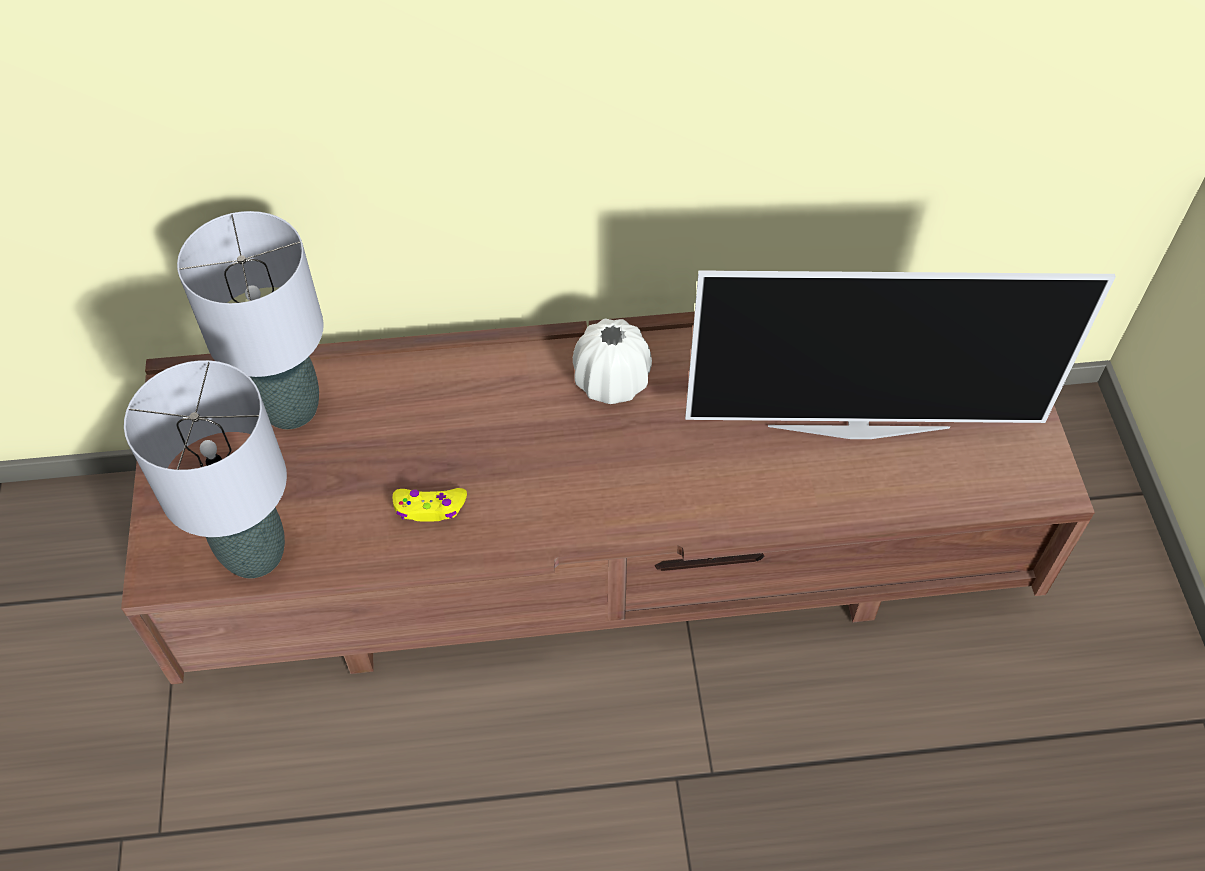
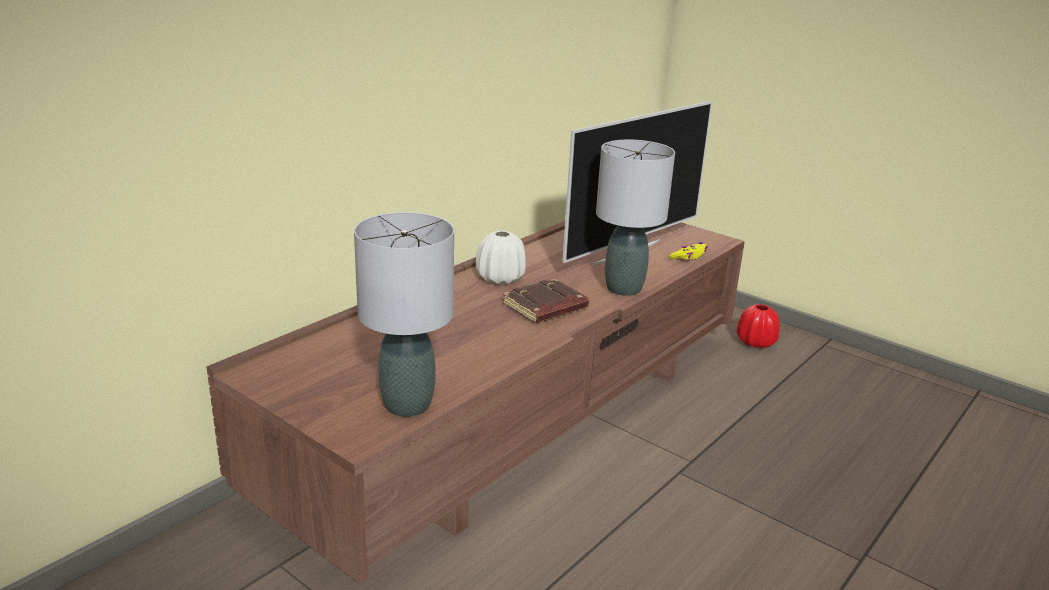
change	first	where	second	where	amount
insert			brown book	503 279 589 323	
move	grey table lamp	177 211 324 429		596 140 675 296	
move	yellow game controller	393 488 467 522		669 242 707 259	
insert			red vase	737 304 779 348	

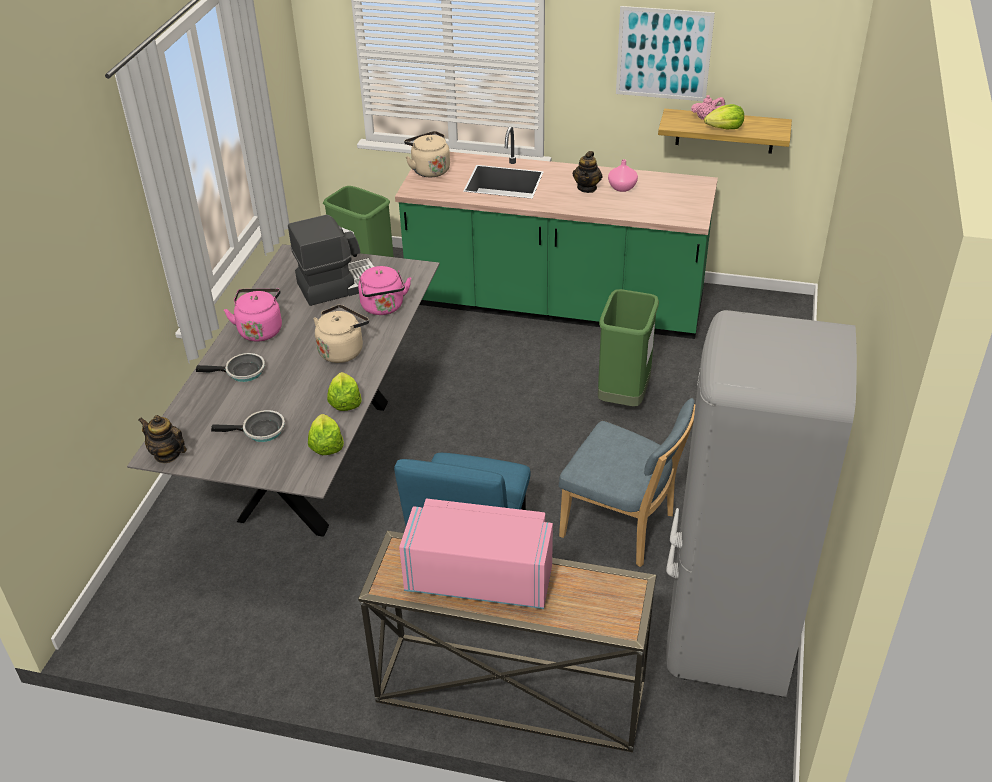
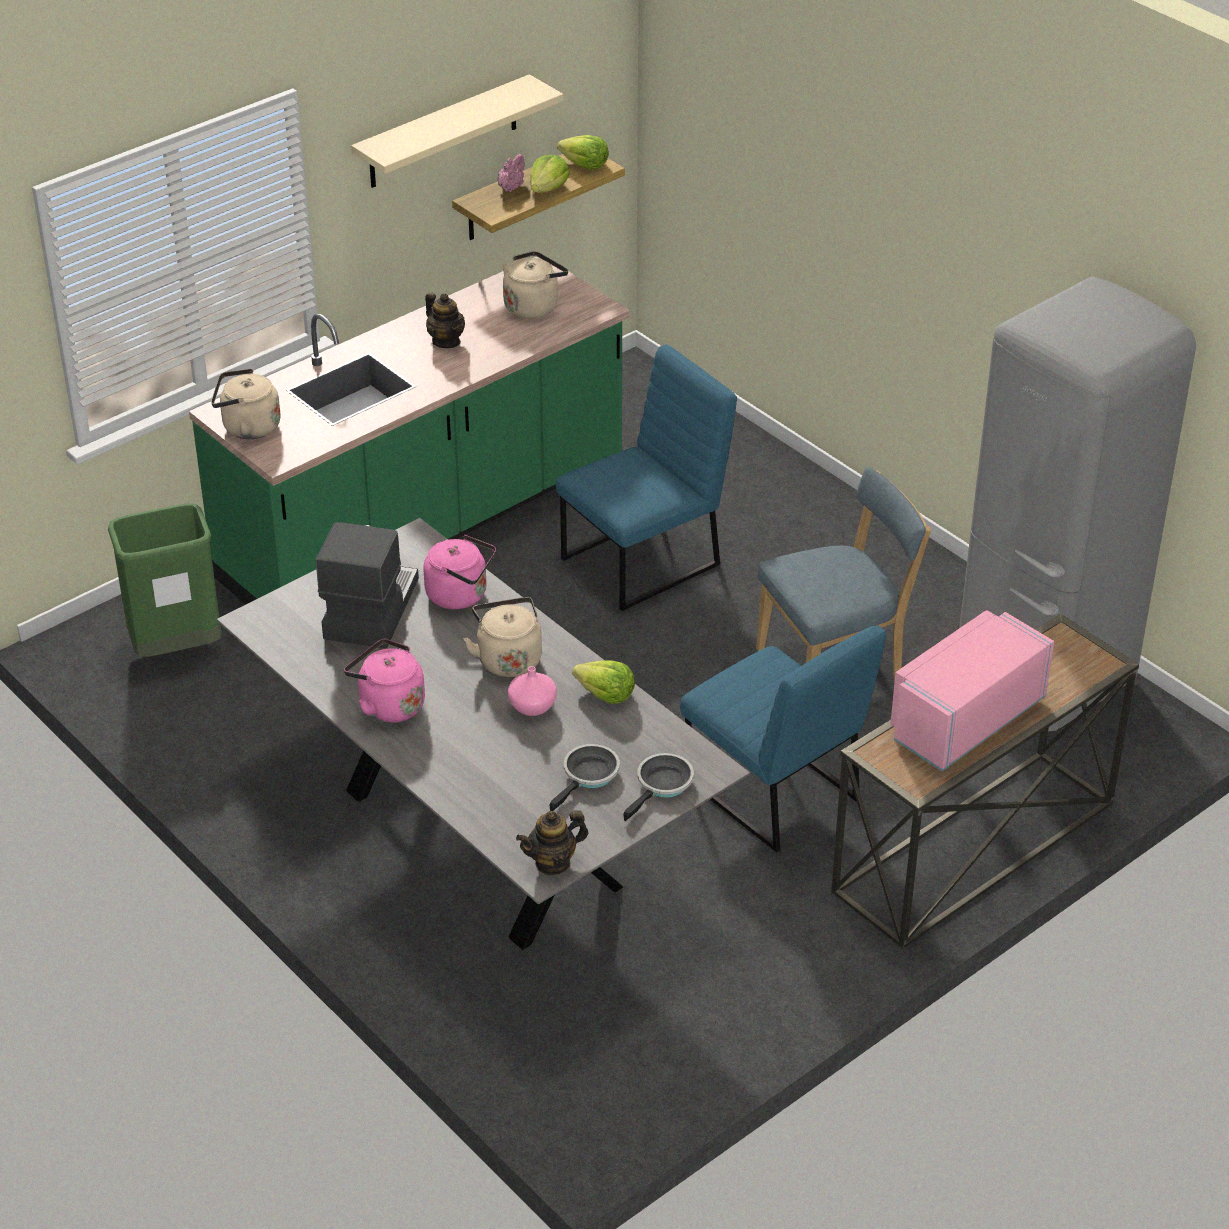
change	first	where	second	where	amount
replace	picture	616 6 715 101	beige shelf	351 74 564 188	
insert			beige kettle	503 251 568 319	
move	pink vase	608 159 638 192		508 666 557 716	
replace	green trash can	598 289 659 406	blue chair	556 344 737 611	
move	lettuce	308 414 344 455		557 135 609 170	
move	frying pan	196 353 265 382		623 753 694 821	

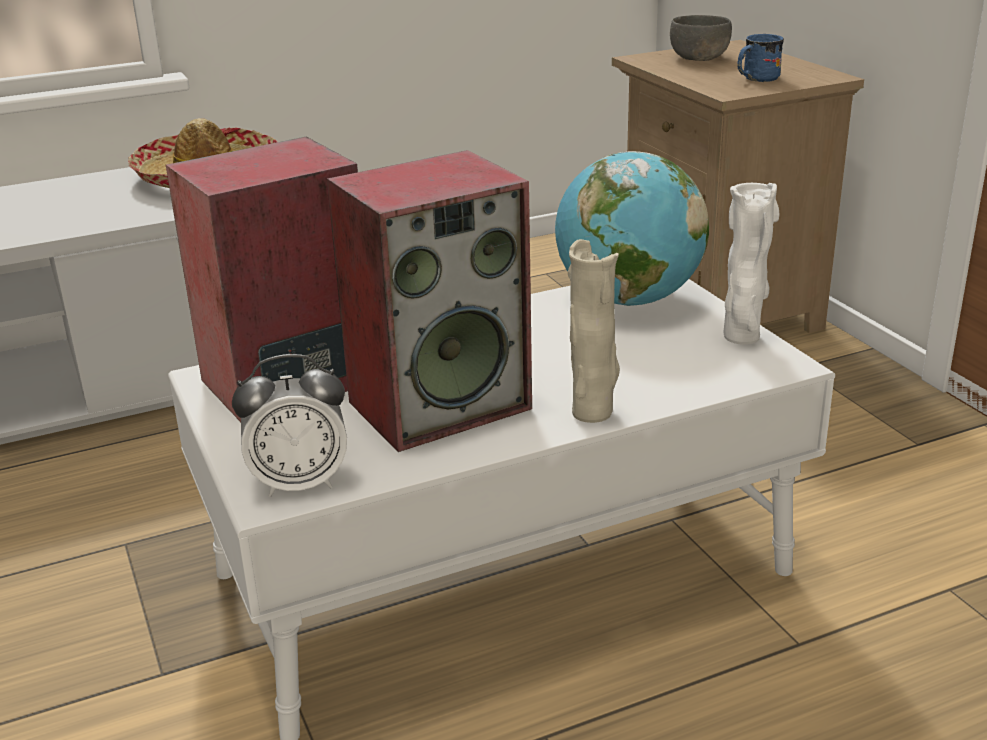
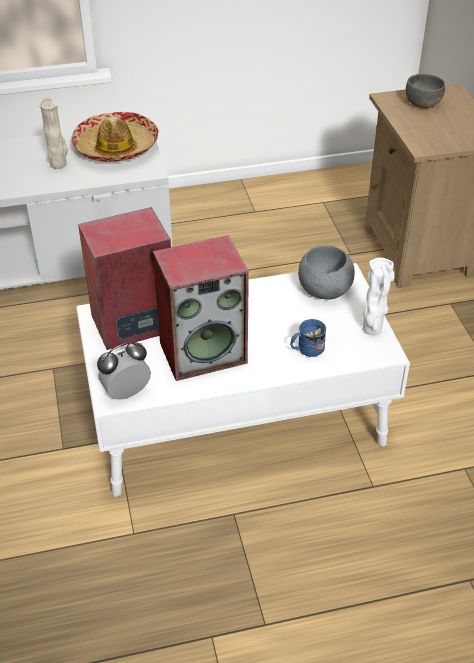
change	first	where	second	where	amount
move	beige vase	568 239 620 423		39 97 68 169	
rotate	alarm clock	232 354 347 497		97 342 151 400	150 degrees clockwise
move	blue mug	737 34 784 82		290 319 326 358	
replace	globe	555 151 709 306	grey bowl	298 245 355 299	

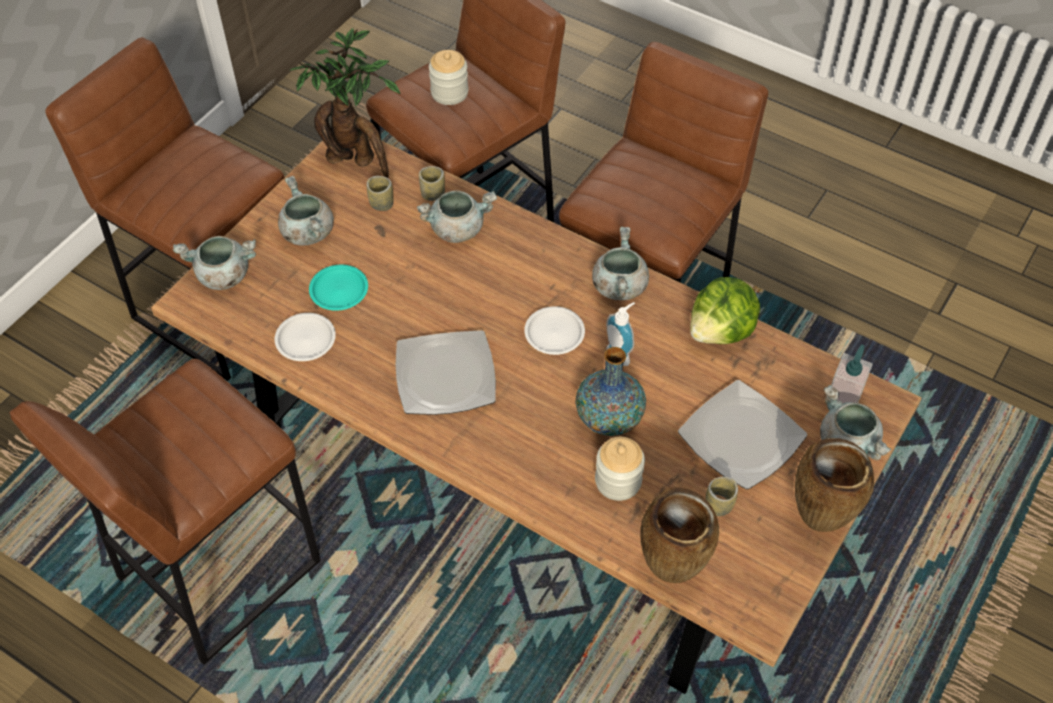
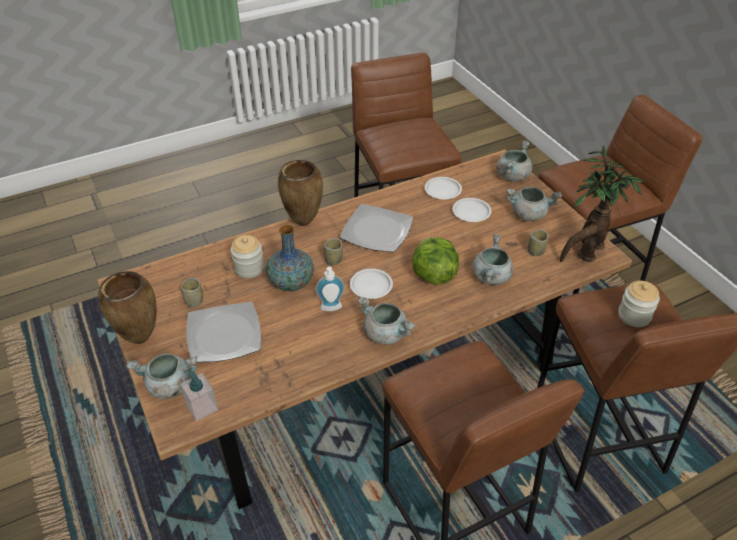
change	first	where	second	where	amount
move	brown vase	640 488 719 583		278 160 323 226	
move	cup	419 166 445 201		324 238 343 266	
move	lettuce	690 277 760 344		412 237 459 285	
recolor	turquoise plate	309 265 368 311	white plate	453 198 491 222	

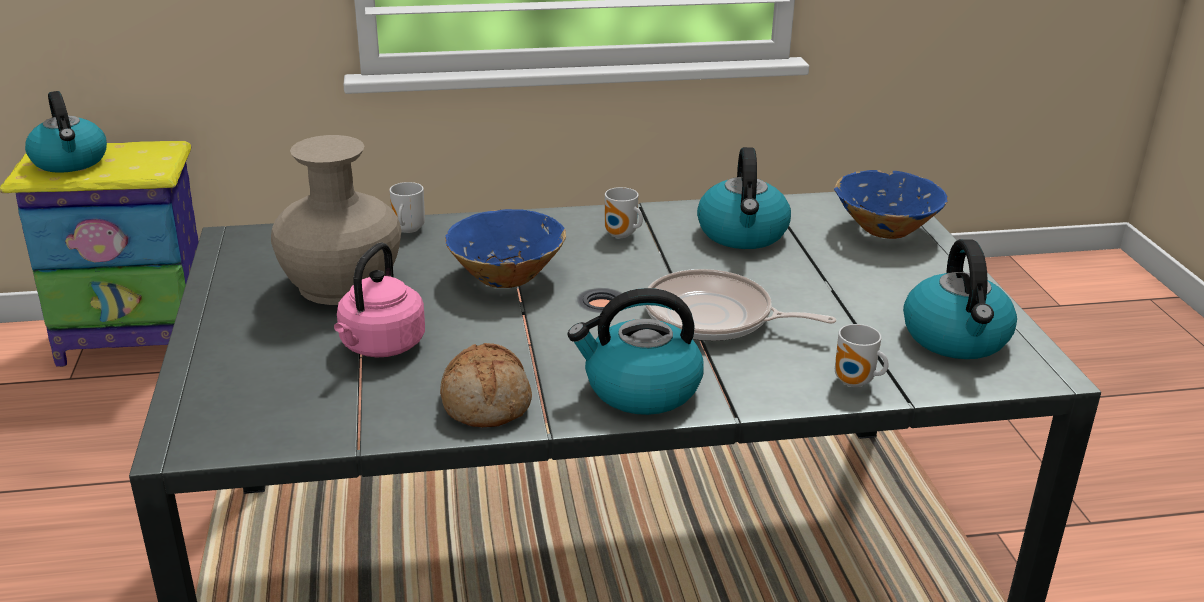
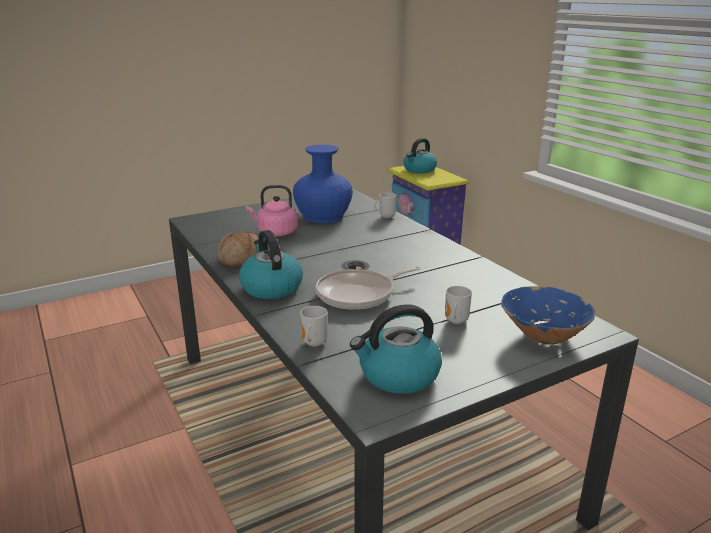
change	first	where	second	where	amount
recolor	beige vase	271 135 401 305	blue vase	293 145 353 223	
rotate	frying pan	645 269 836 341		316 266 421 310	120 degrees counterclockwise
move	mug	605 187 643 238		445 286 472 324	
delete	blue bowl	445 209 566 288			
delete	kettle	697 147 791 249			

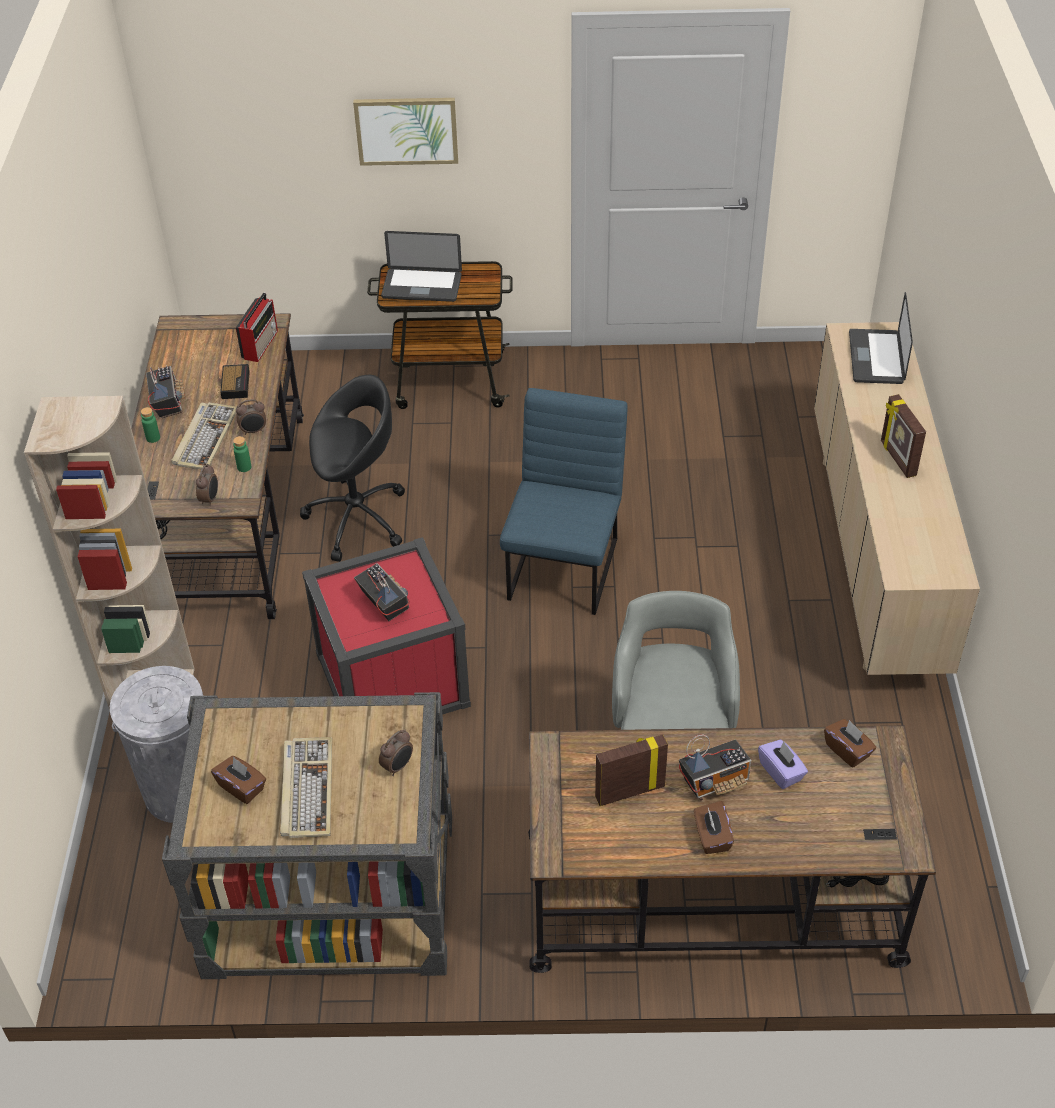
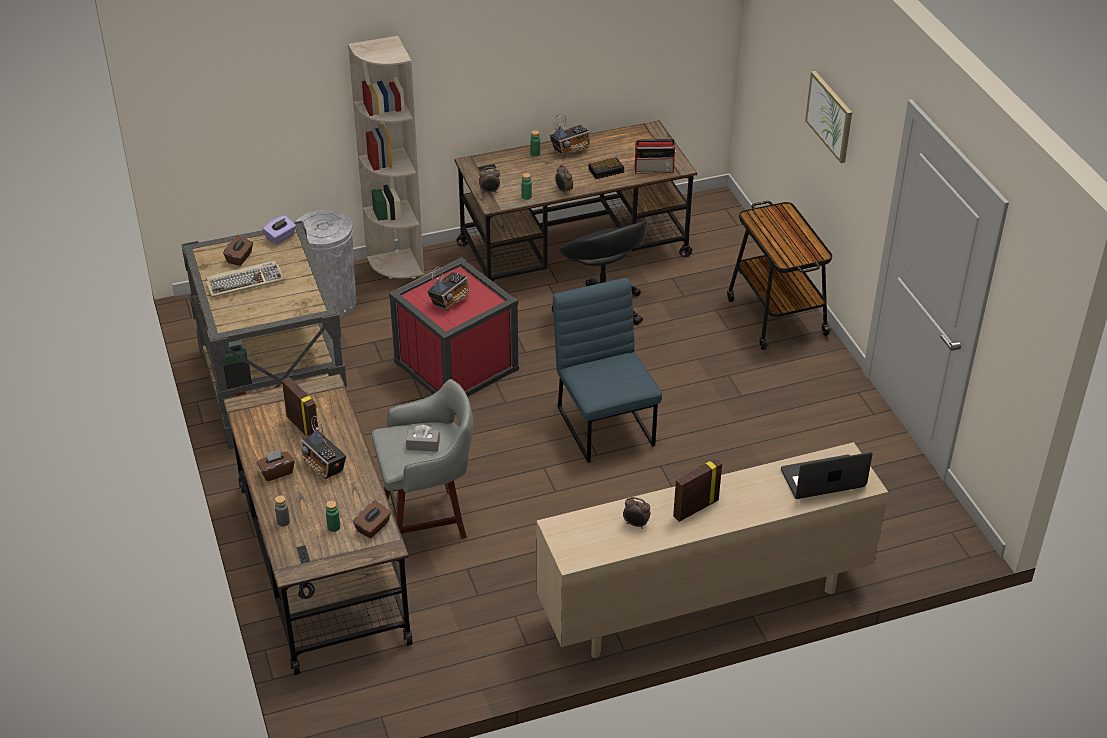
change	first	where	second	where	amount
move	purple tissue box	758 739 808 789		262 215 296 245	
insert			grey bottle	275 495 290 527	
insert			green bottle	326 501 340 532	
insert			grey tissue box	406 425 440 452	
rotate	blue chair	500 388 627 615		553 278 662 463	105 degrees counterclockwise
move	alarm clock	379 730 413 776		623 497 650 529	
delete	keyboard	171 402 237 470			
delete	laptop	381 231 462 302			

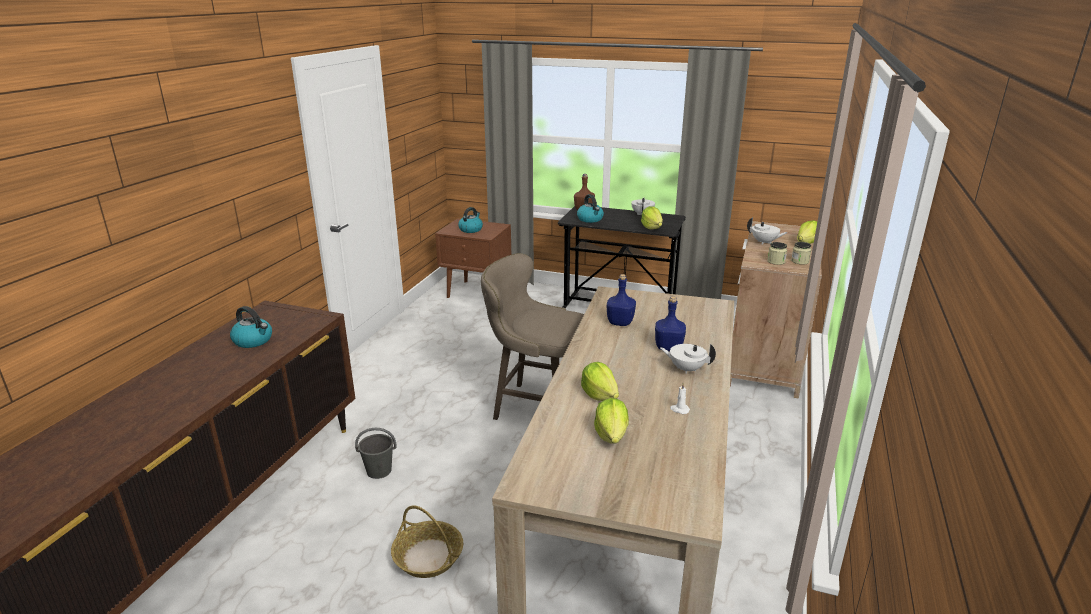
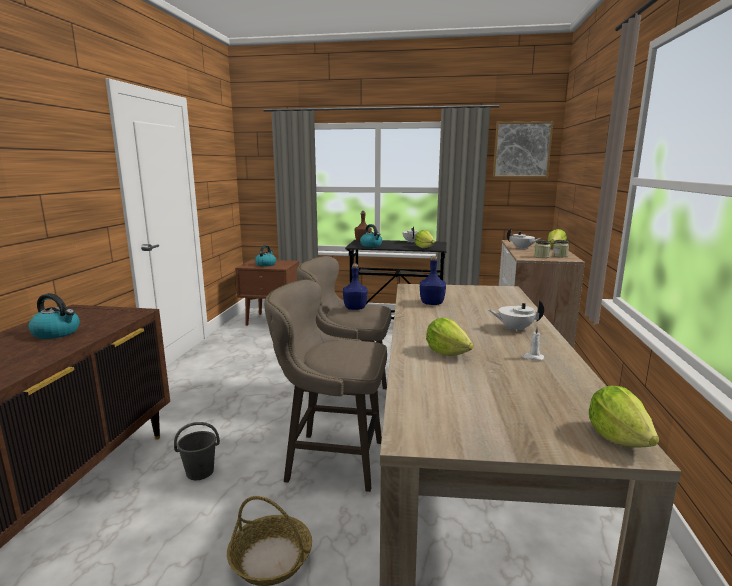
change	first	where	second	where	amount
insert			beige stool	264 279 387 492	
move	blue bottle	655 296 686 351		343 264 367 310	
insert			picture	493 121 554 178	
move	lettuce	594 398 629 444		589 386 659 448	

